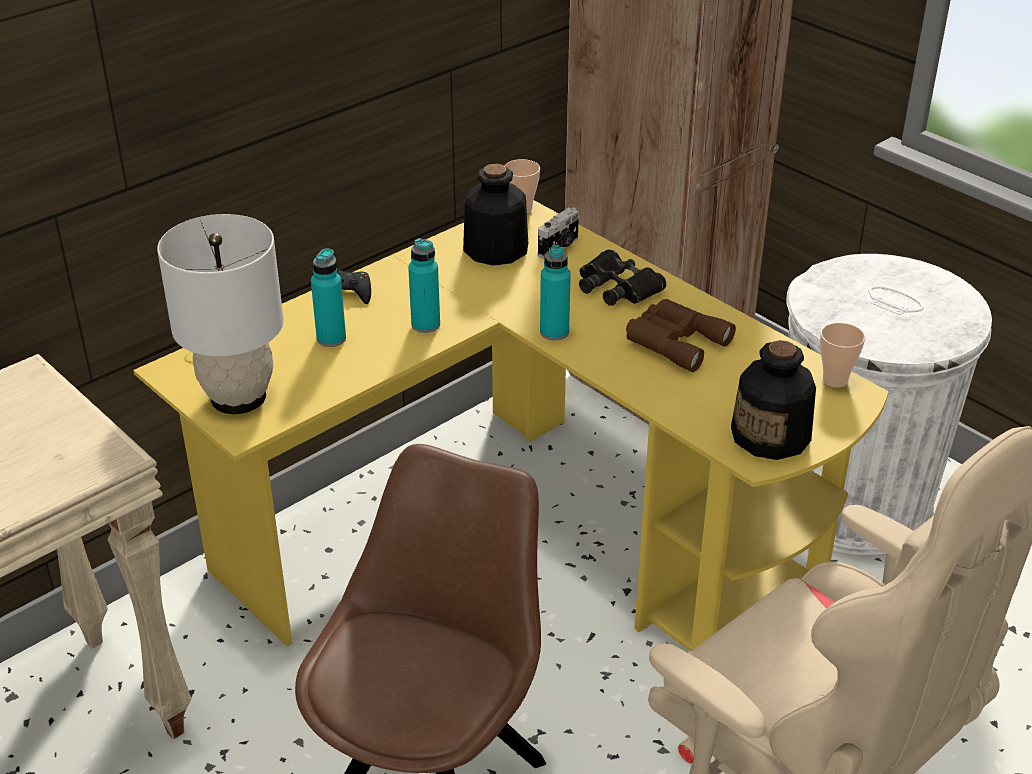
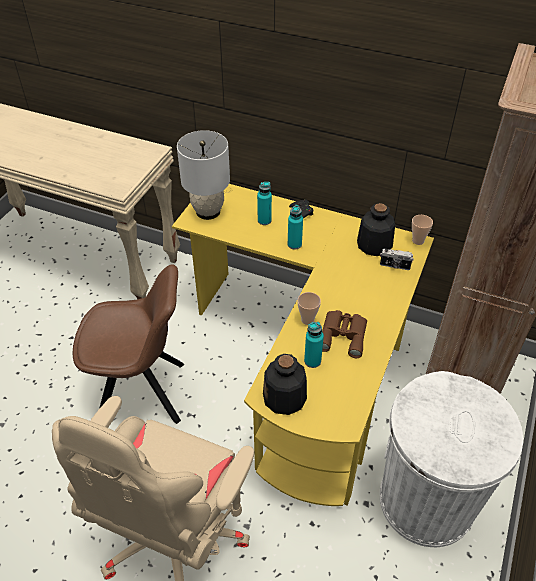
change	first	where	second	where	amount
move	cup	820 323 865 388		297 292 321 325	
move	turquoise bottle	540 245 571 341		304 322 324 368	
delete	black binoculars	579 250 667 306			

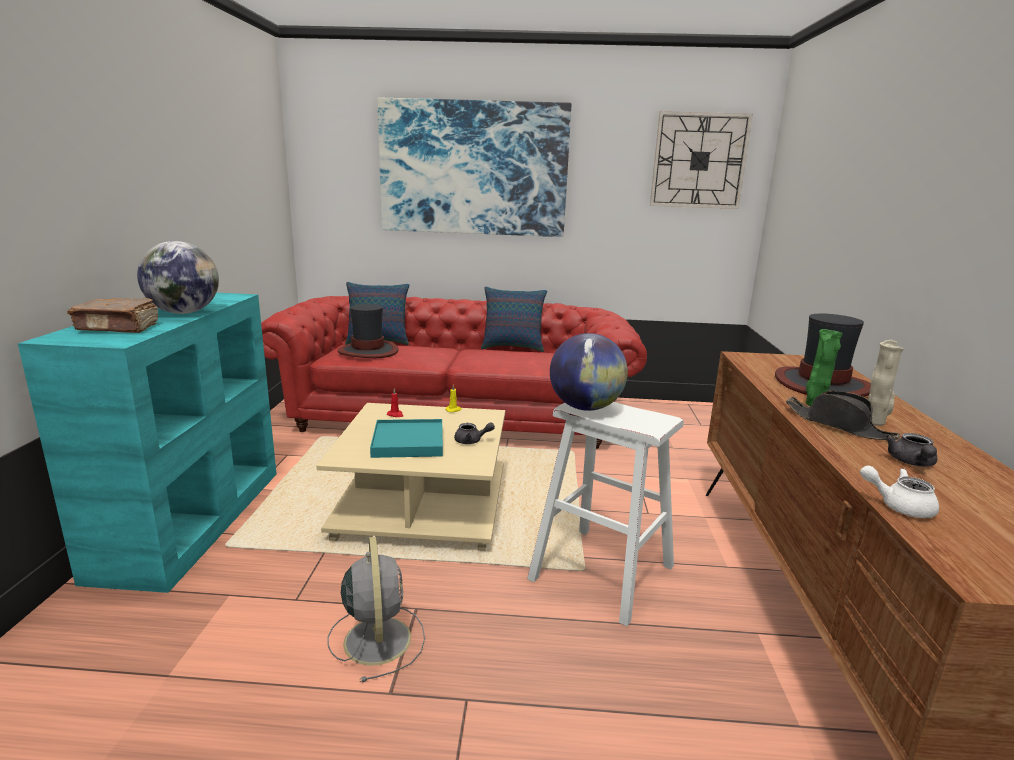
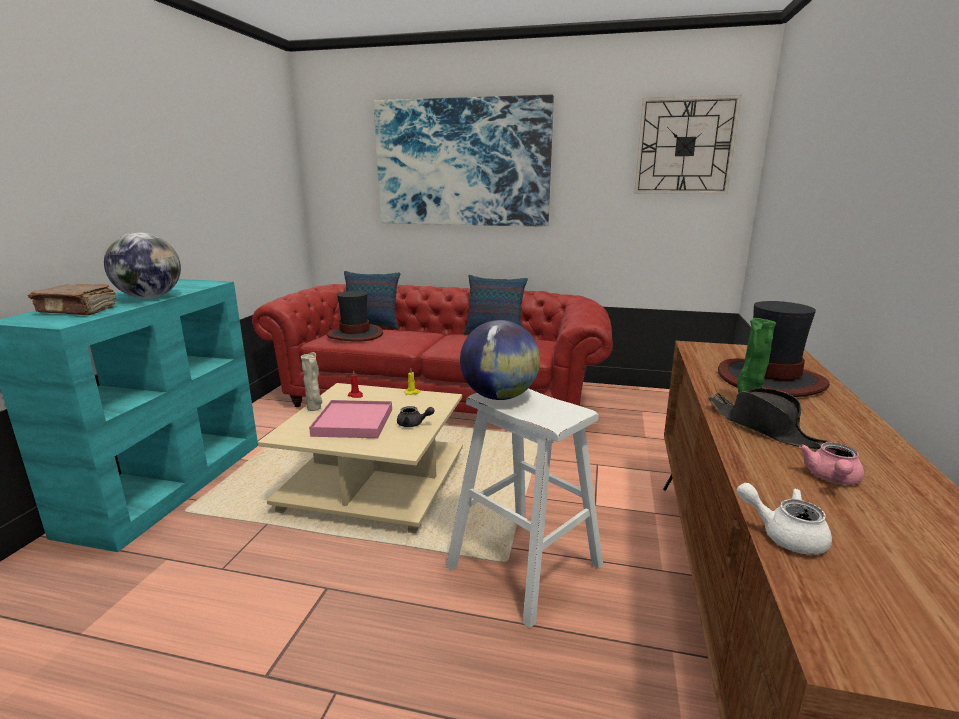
change	first	where	second	where	amount
move	beige vase	868 340 904 426		301 352 322 411	
recolor	turquoise tray	370 419 443 458	pink tray	309 400 392 438	
recolor	grey teapot	885 433 937 467	pink teapot	799 442 864 485	
delete	grey fan	328 537 425 682			

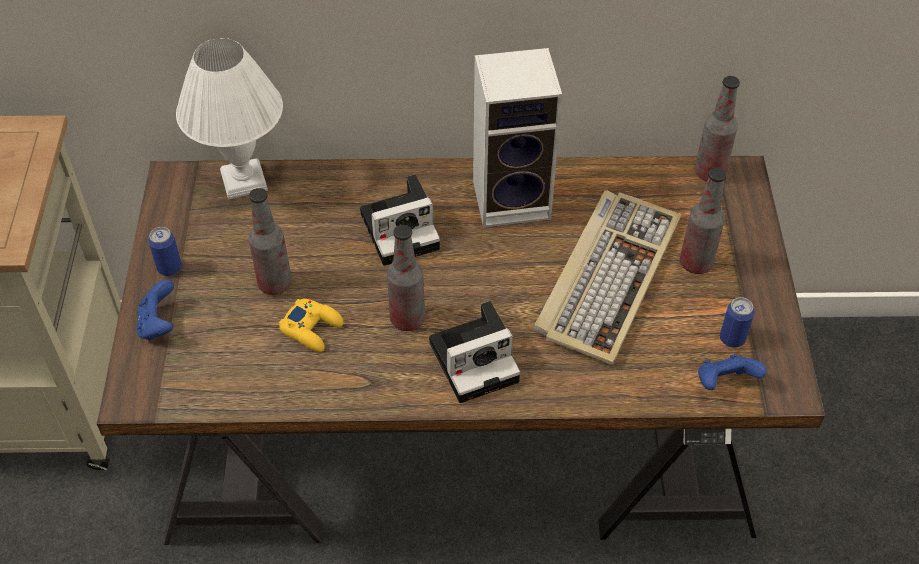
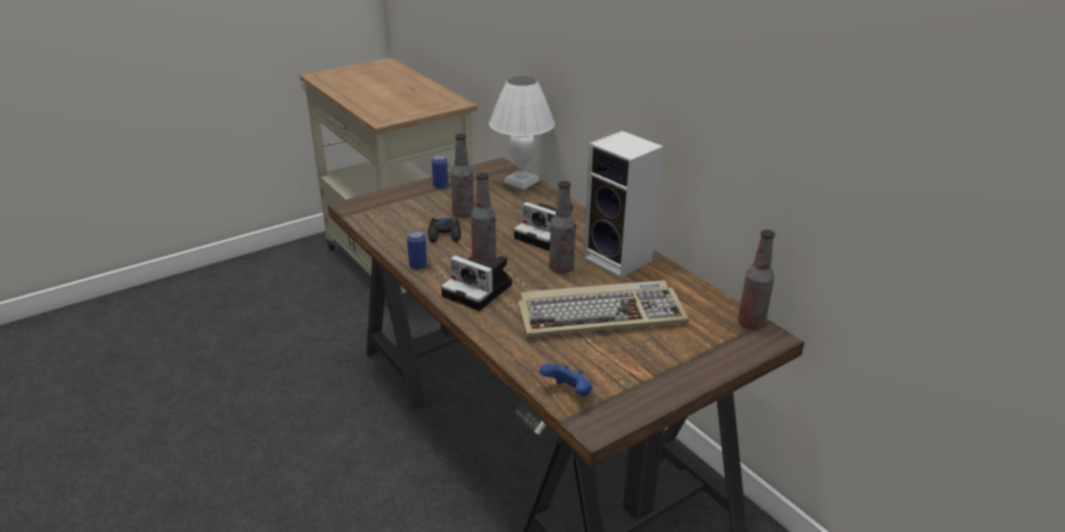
change	first	where	second	where	amount
move	can	720 297 755 348		407 230 427 270	
recolor	yellow game controller	279 298 343 352	black game controller	428 218 461 243	
move	bottle	680 167 727 274		549 181 576 273	
delete	blue game controller	136 280 174 341			

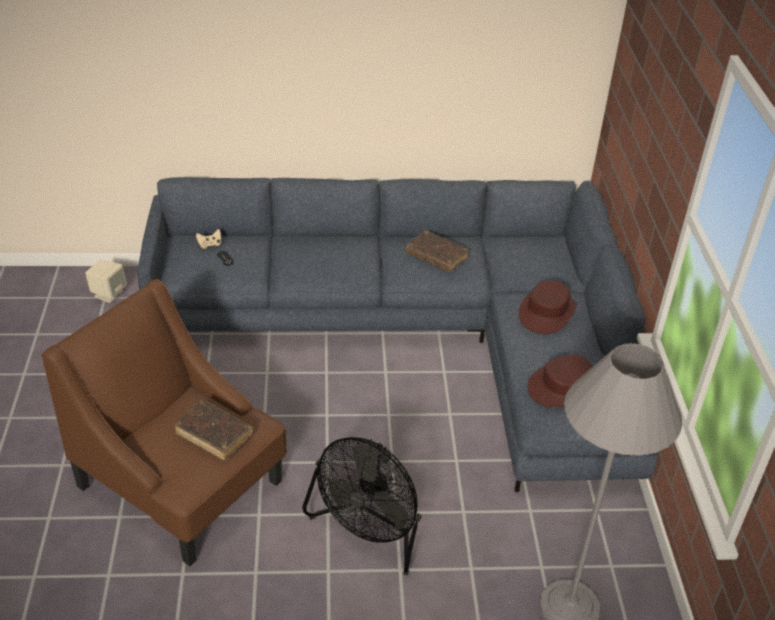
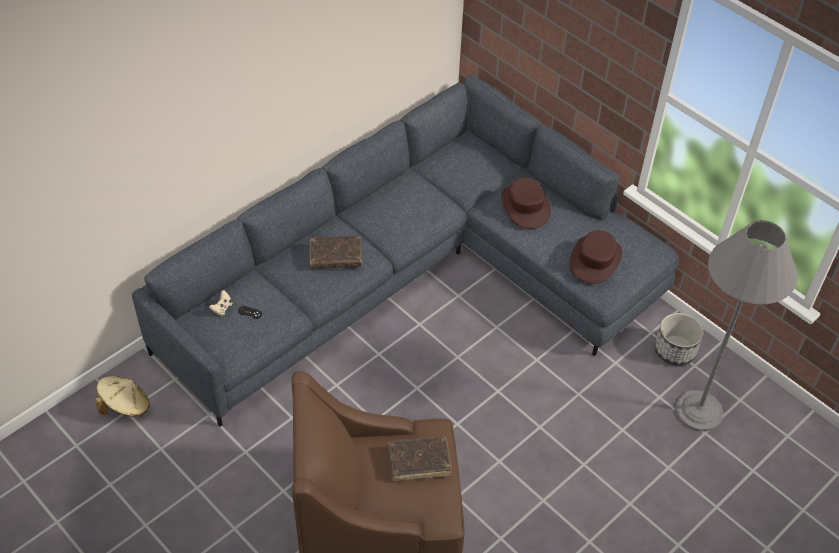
change	first	where	second	where	amount
replace	beige speaker	85 260 127 303	beige hat	95 376 150 417	
move	brown book	406 230 469 272		309 236 362 269	
insert			planter	655 313 704 366	
delete	black fan	303 437 422 575			

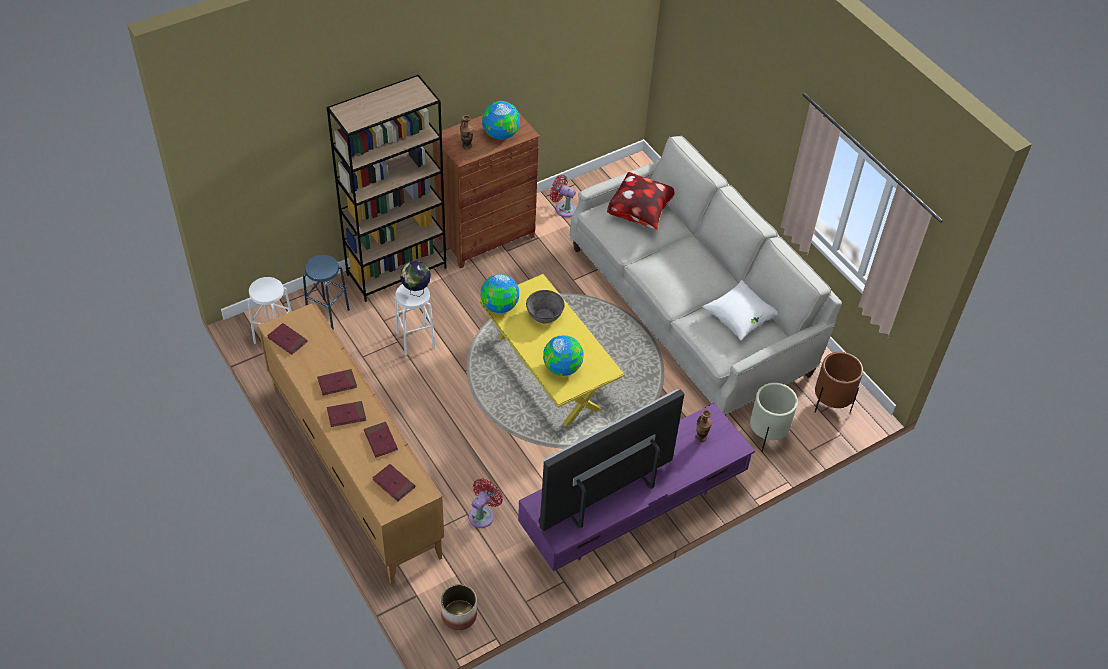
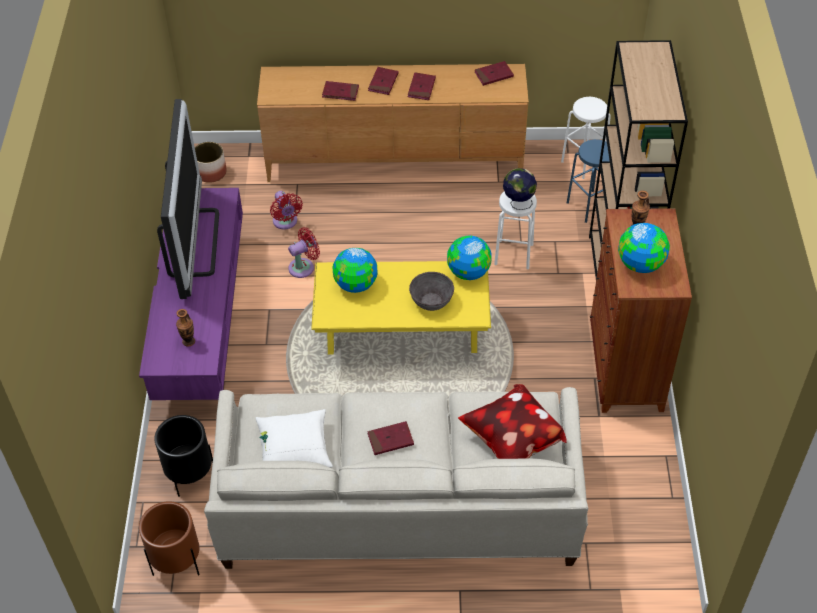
change	first	where	second	where	amount
recolor	beige planter	750 383 798 452	black planter	154 415 213 497	
move	red fan	550 175 576 217		288 227 320 278	
move	red book	372 464 415 502		367 421 414 455	

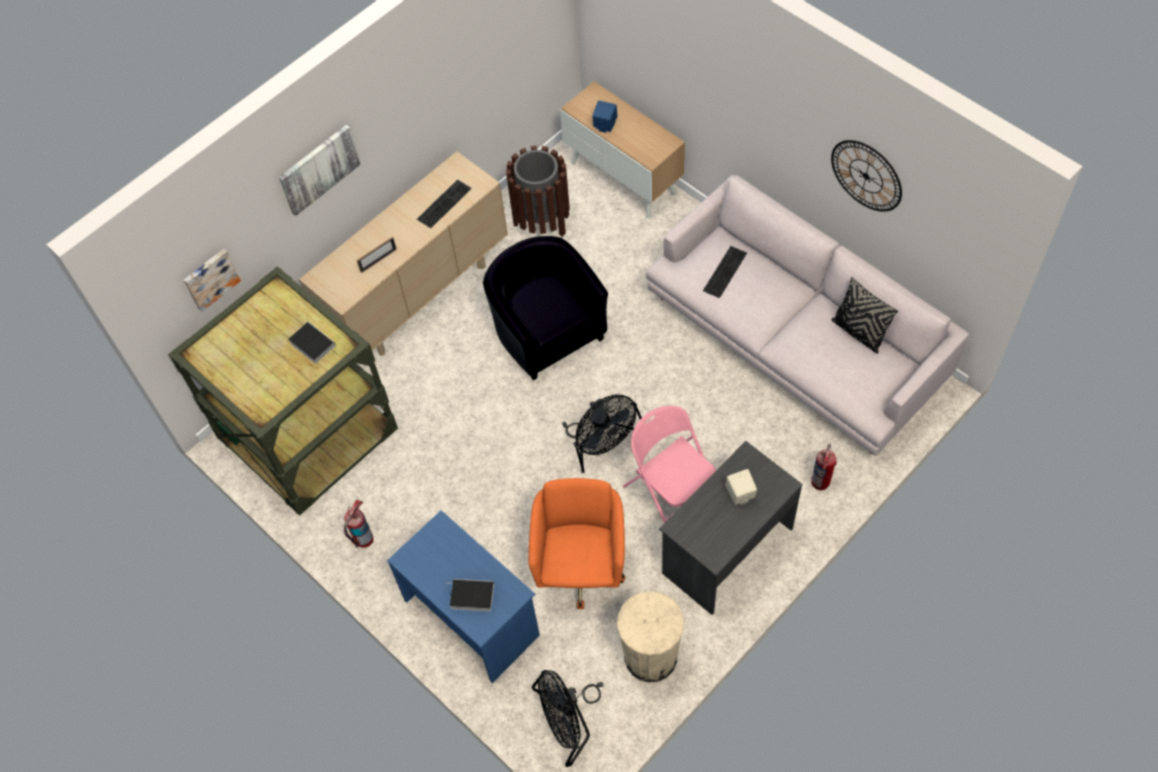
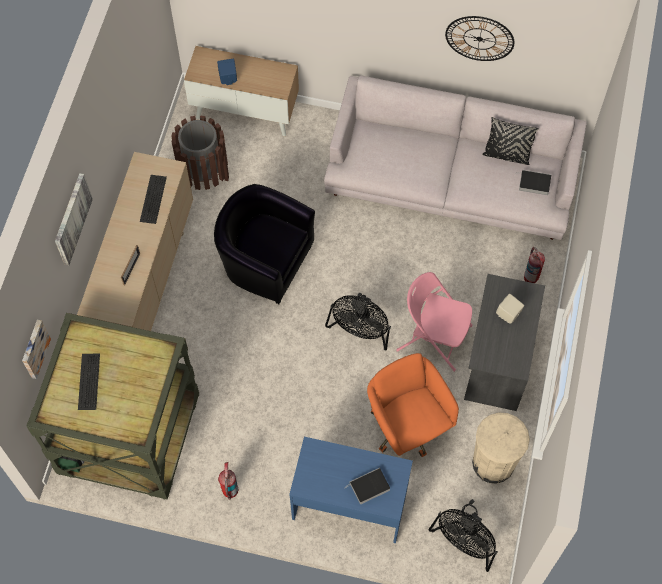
change	first	where	second	where	amount
move	keyboard	703 246 747 298		78 354 100 410	
rotate	black fan	562 395 642 473		325 293 391 351	90 degrees clockwise
move	book	288 322 336 364		517 170 551 195	

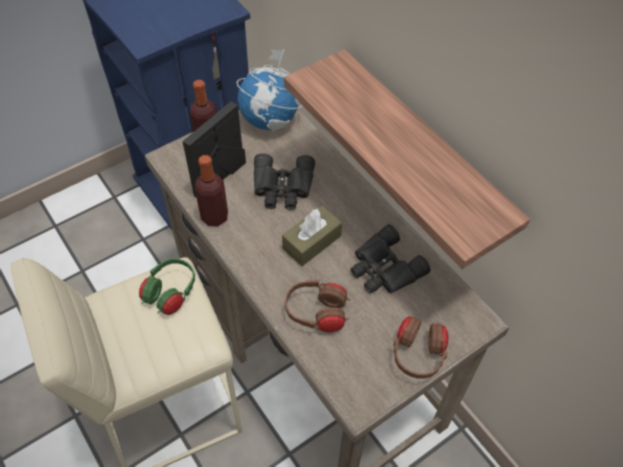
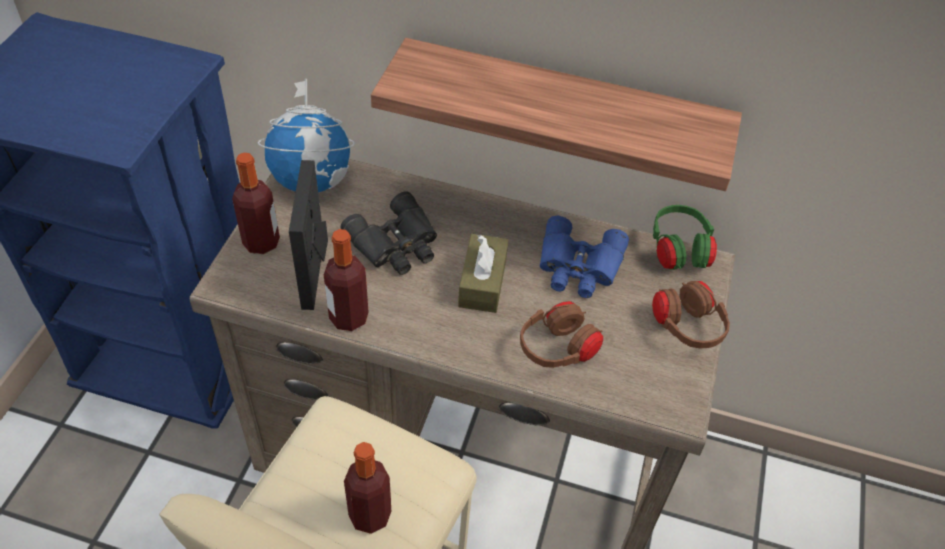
change	first	where	second	where	amount
insert			bottle	344 442 391 534	
recolor	black binoculars	350 224 431 293	blue binoculars	540 216 629 298	
move	green headphones	139 259 195 315		653 205 717 270	

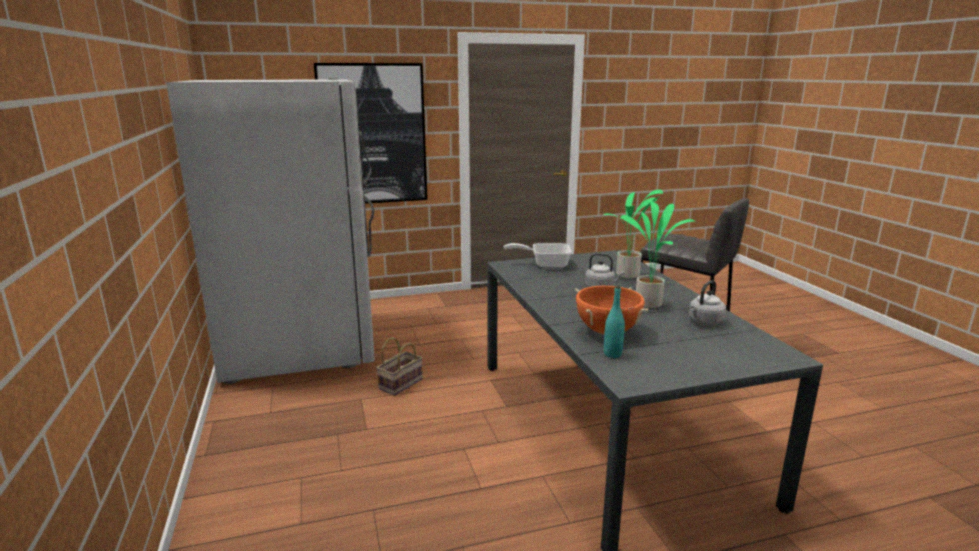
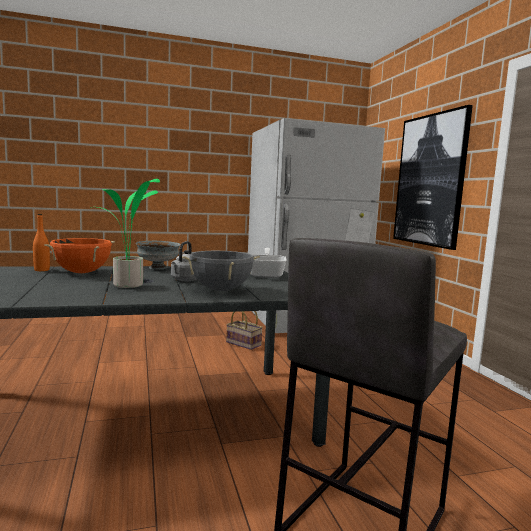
change	first	where	second	where	amount
recolor	turquoise bottle	604 286 625 358	orange bottle	33 214 50 271	
insert			grey bowl	136 241 181 270	
replace	potted plant	603 190 663 279	grey cooking pot	182 251 260 291	
delete	grey kettle	689 280 726 326			

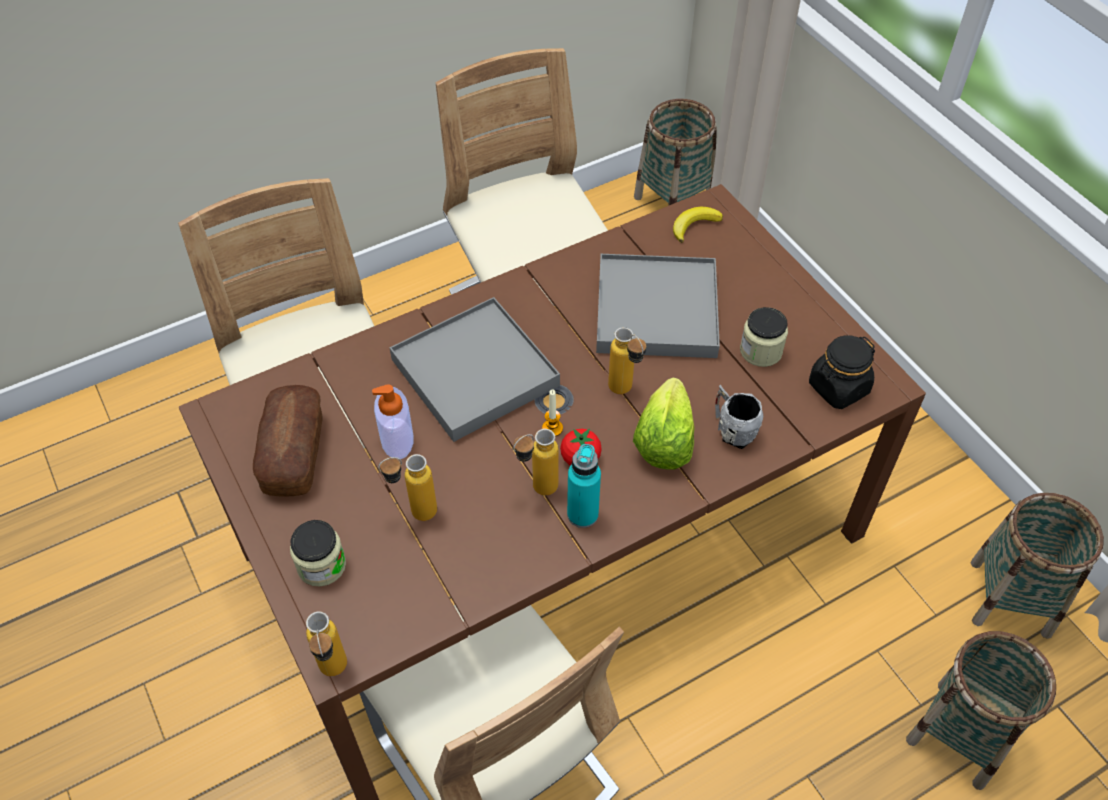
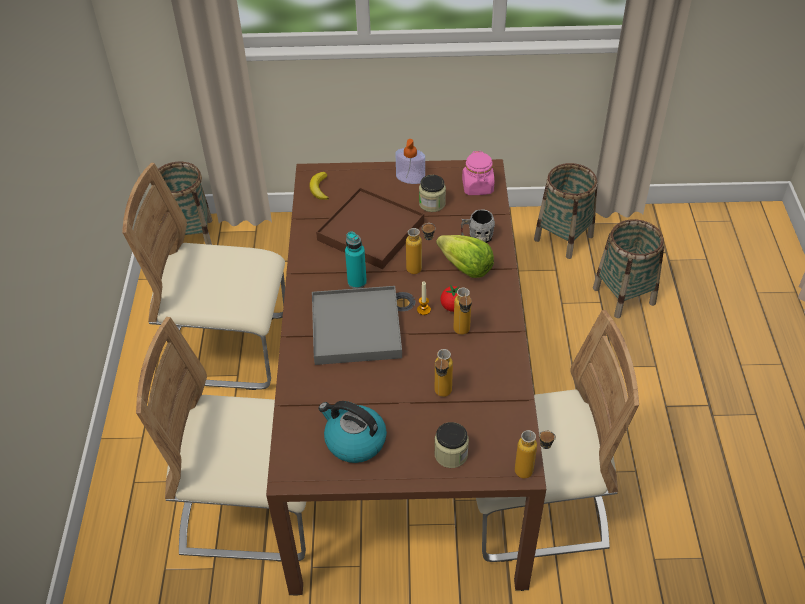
change	first	where	second	where	amount
recolor	grey tray	596 254 720 358	brown tray	316 187 424 269	
replace	bread	253 385 322 497	kettle	318 401 387 463	
move	turquoise bottle	567 444 601 528		345 231 367 289	
move	soap dispenser	372 384 413 460		396 139 425 184	
recolor	black jar	809 335 875 409	pink jar	462 151 494 195	

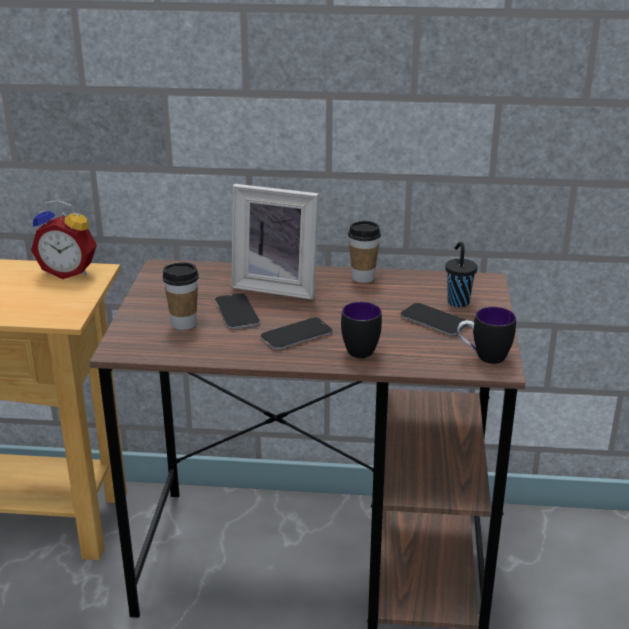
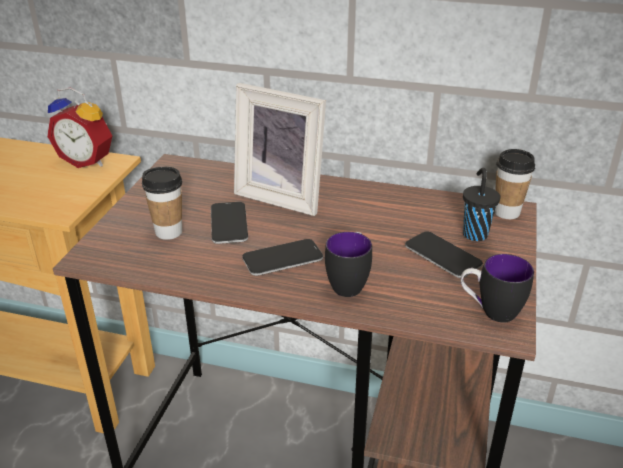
change	first	where	second	where	amount
move	cup	348 221 381 283		494 149 535 219	

